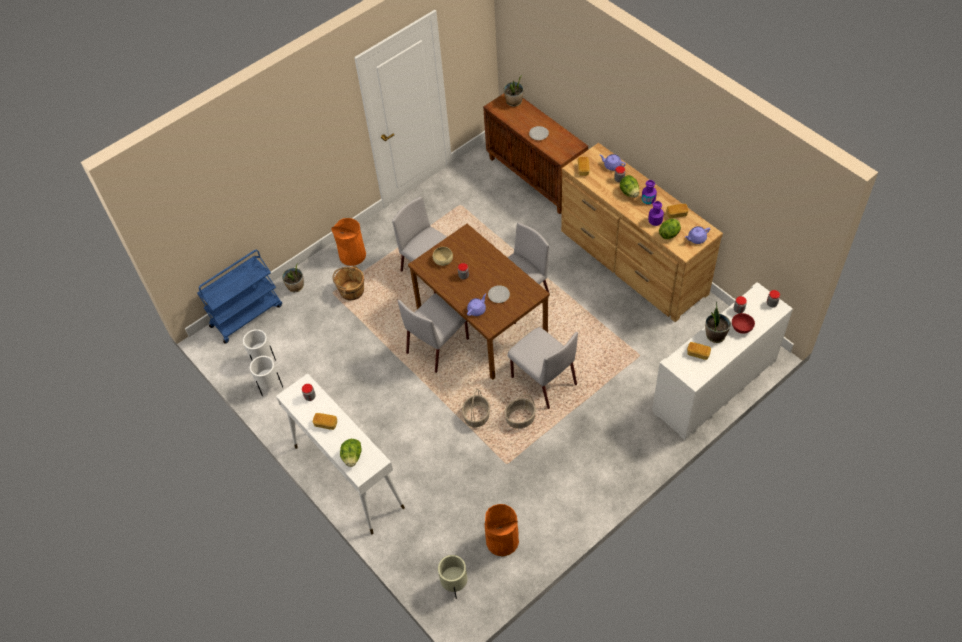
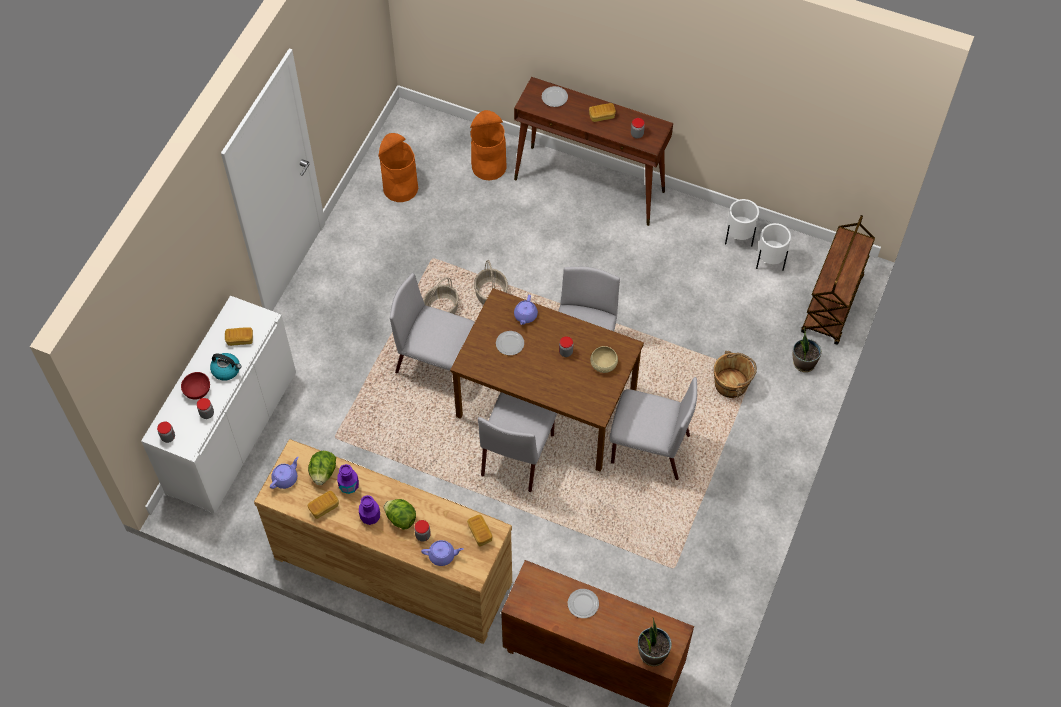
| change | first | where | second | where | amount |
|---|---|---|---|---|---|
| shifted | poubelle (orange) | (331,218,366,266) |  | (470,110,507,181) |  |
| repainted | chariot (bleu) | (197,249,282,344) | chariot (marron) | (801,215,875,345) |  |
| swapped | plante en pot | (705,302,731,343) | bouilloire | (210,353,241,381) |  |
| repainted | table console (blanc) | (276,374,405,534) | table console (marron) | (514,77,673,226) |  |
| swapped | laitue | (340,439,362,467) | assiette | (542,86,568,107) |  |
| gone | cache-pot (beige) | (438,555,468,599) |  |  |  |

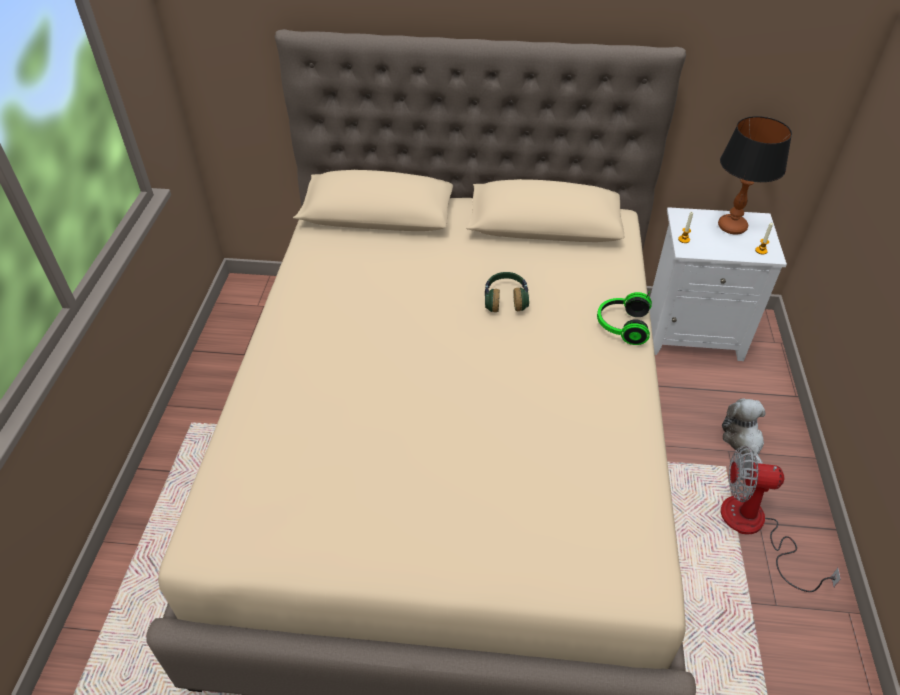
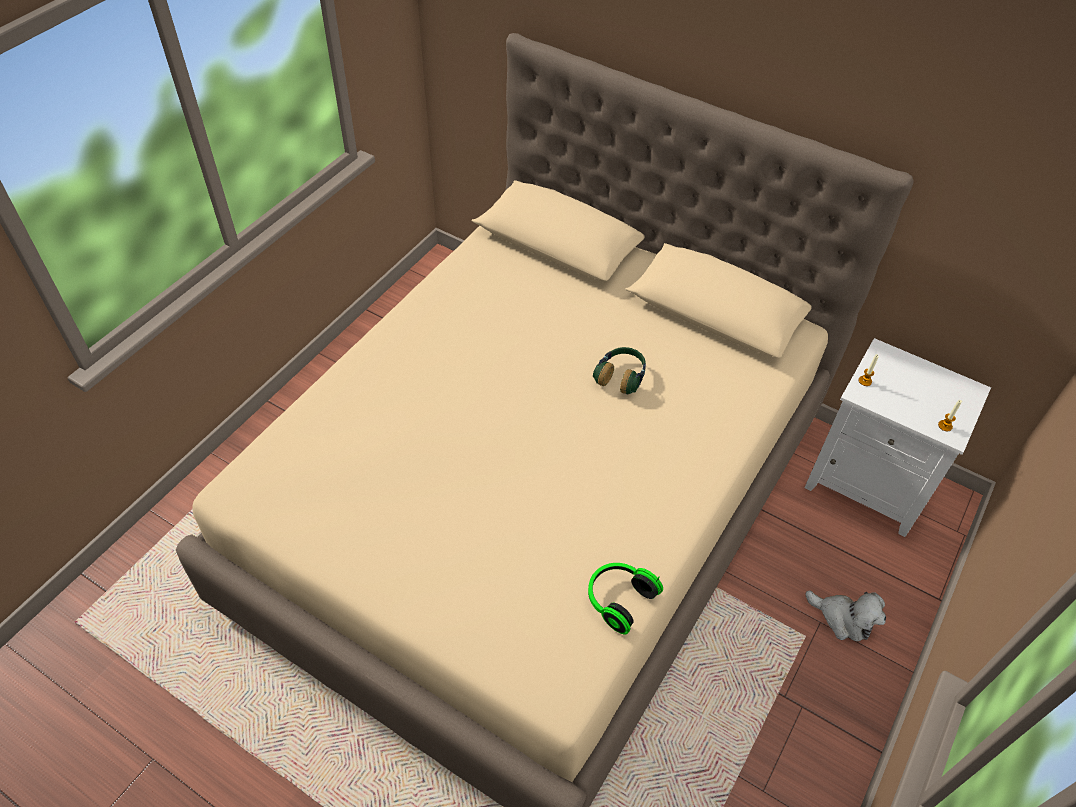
| change | first | where | second | where | amount |
|---|---|---|---|---|---|
| gone | lampe de table | (718,116,792,234) |  |  |  |
| shifted | casque audio | (597,291,652,345) |  | (588,563,663,635) |  |
| rotated | peluche | (722,398,766,464) |  | (806,591,886,642) | 105 degrees clockwise |
| gone | ventilateur | (721,446,841,592) |  |  |  |

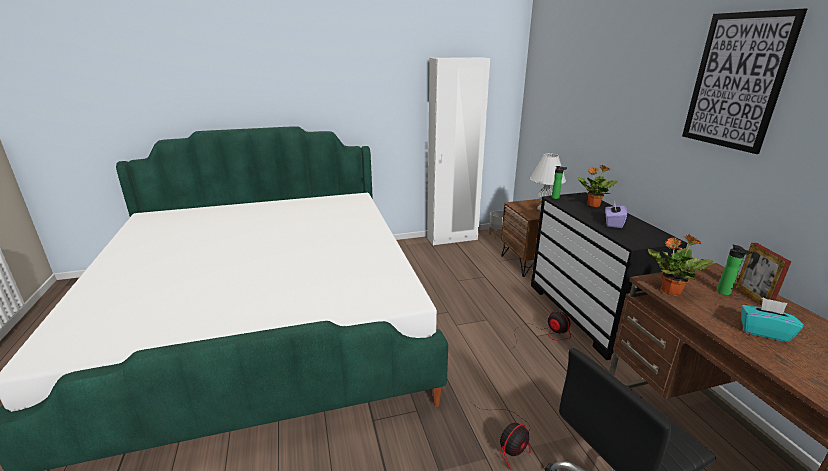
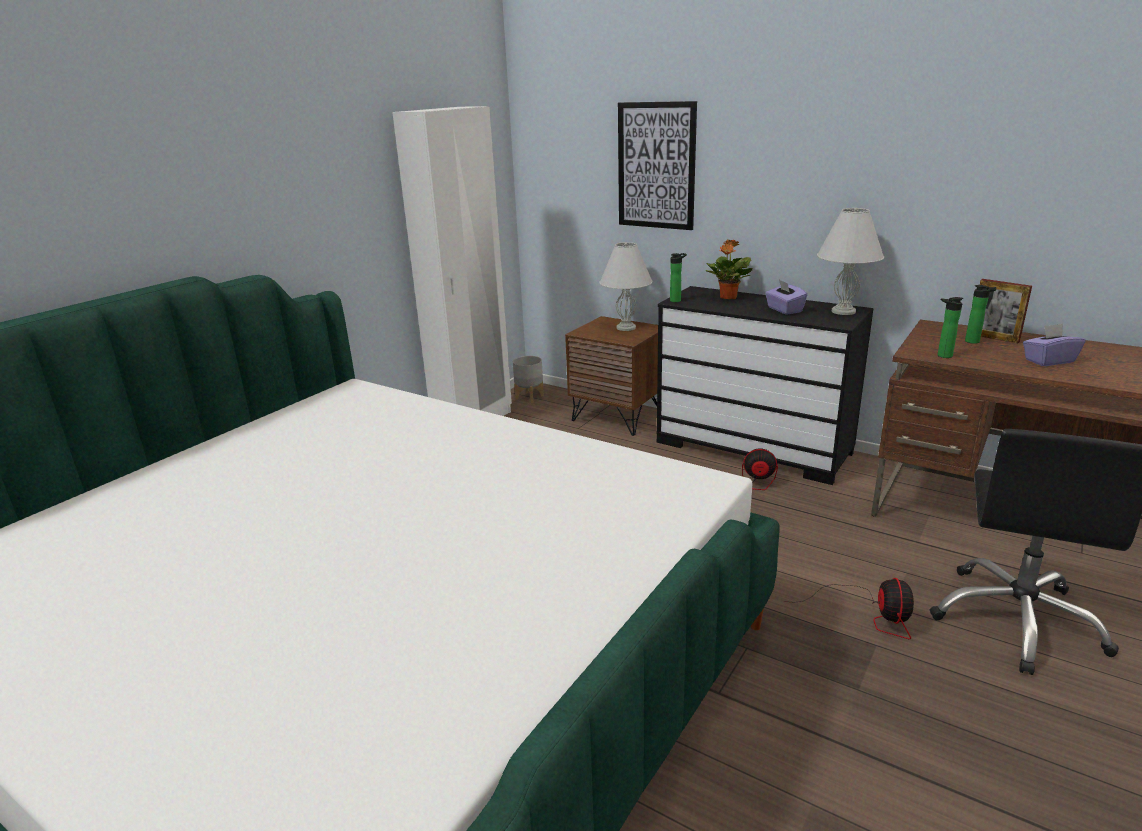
| change | first | where | second | where | amount |
|---|---|---|---|---|---|
| shifted | tableau | (682,9,807,154) |  | (618,101,697,230) |  |
| swapped | plante en pot | (648,234,713,296) | bouteille | (938,297,963,358) |  |
| repainted | boîte à mouchoirs (turquoise) | (741,298,804,342) | boîte à mouchoirs (violet) | (1023,324,1086,366) |  |
| new |  |  | lampe de table (blanc) | (817,208,884,315) |  |

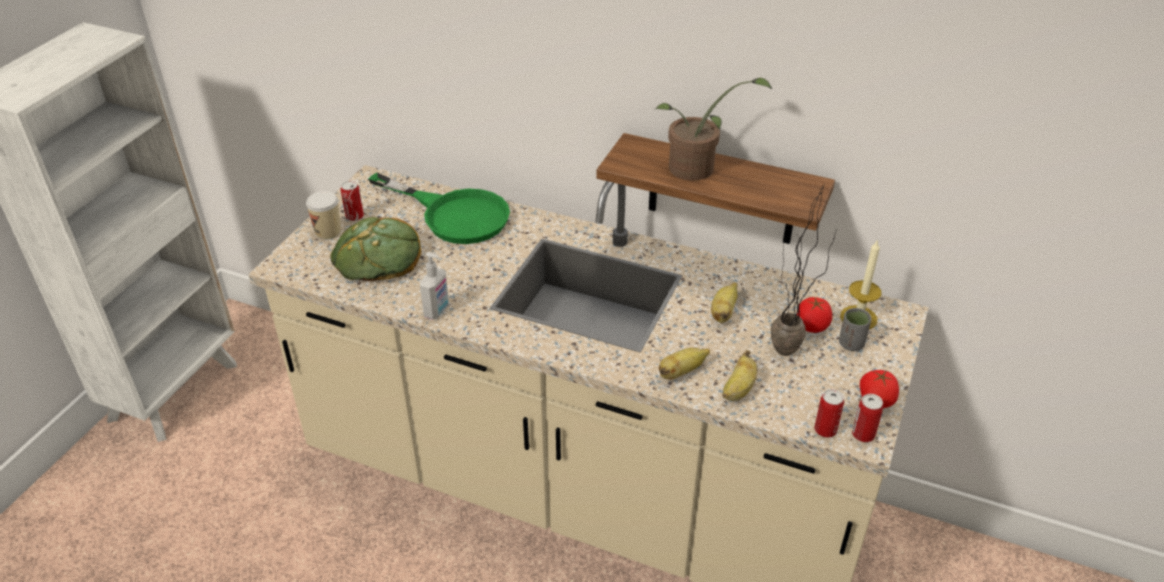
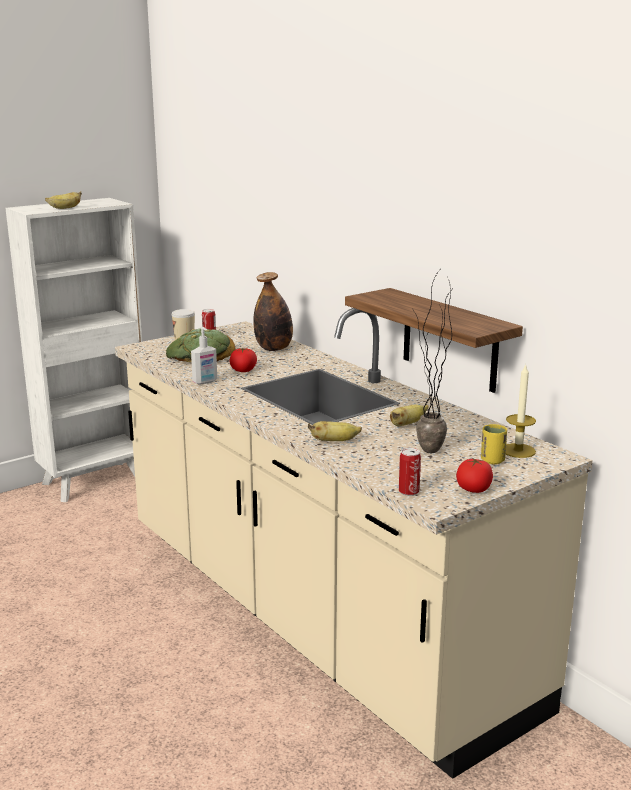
| change | first | where | second | where | amount |
|---|---|---|---|---|---|
| gone | plante en pot | (655,78,772,180) |  |  |  |
| swapped | poêle (vert) | (368,173,510,244) | bouteille | (253,272,293,351) |  |
| shifted | tomate | (797,297,832,333) |  | (230,348,257,372) |  |
| repainted | tasse (gris) | (839,308,871,351) | tasse (jaune) | (481,424,507,464) |  |
| shifted | banane | (722,350,757,401) |  | (45,191,82,209) |  |
| gone | boîte métallique | (852,394,883,442) |  |  |  |

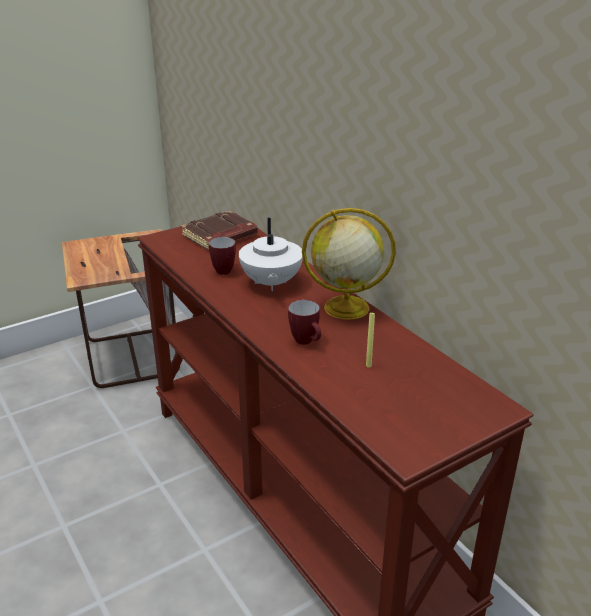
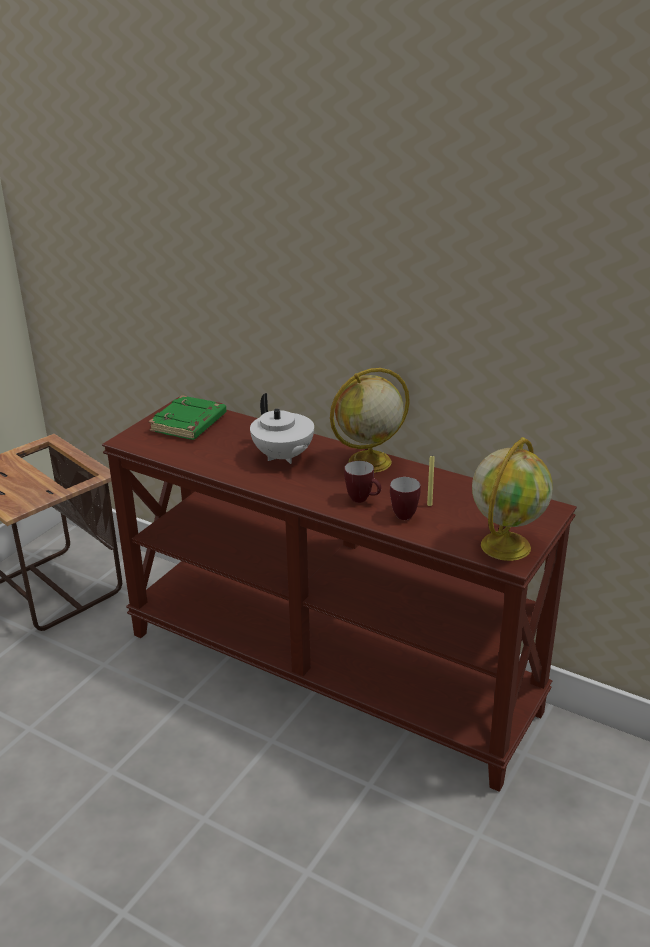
| change | first | where | second | where | amount |
|---|---|---|---|---|---|
| repainted | livre (marron) | (181,211,258,250) | livre (vert) | (148,395,227,440) |  |
| shifted | mug | (209,237,236,275) |  | (390,477,421,520) |  |
| new |  |  | globe | (472,437,553,561) |  |

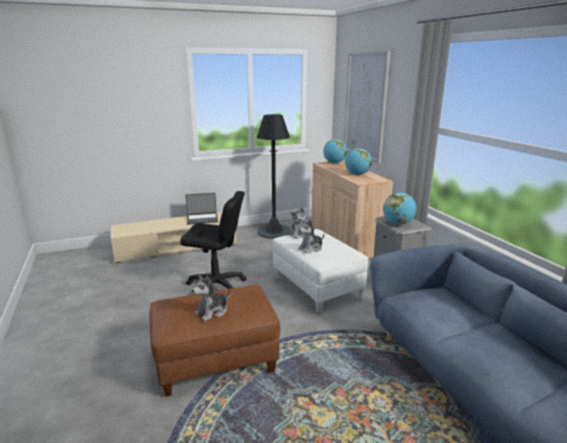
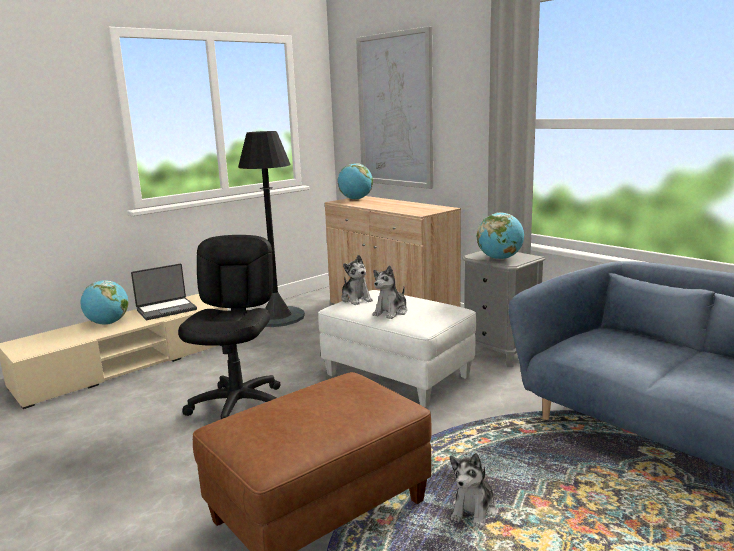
| change | first | where | second | where | amount |
|---|---|---|---|---|---|
| shifted | globe | (345,148,372,175) |  | (80,280,129,325) |  |
| rotated | chaise de bureau (noir) | (180,191,247,289) |  | (178,235,281,419) | 75 degrees counterclockwise |
| shifted | peluche | (192,275,230,321) |  | (450,453,496,528) |  |

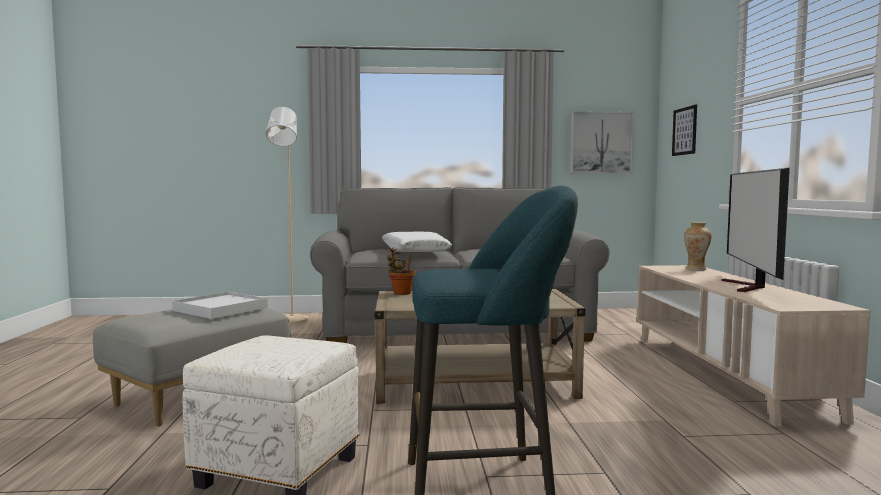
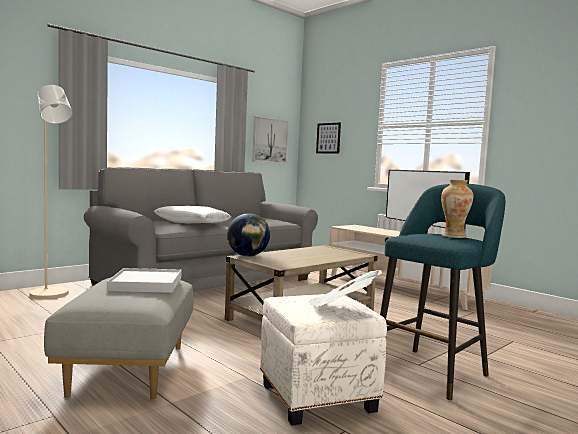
| change | first | where | second | where | amount |
|---|---|---|---|---|---|
| shifted | vase | (684,222,712,270) |  | (441,179,473,238) |  |
| swapped | plante en pot | (386,248,416,295) | globe | (227,213,270,257) |  |
| new |  |  | journal | (309,270,382,308) |  |

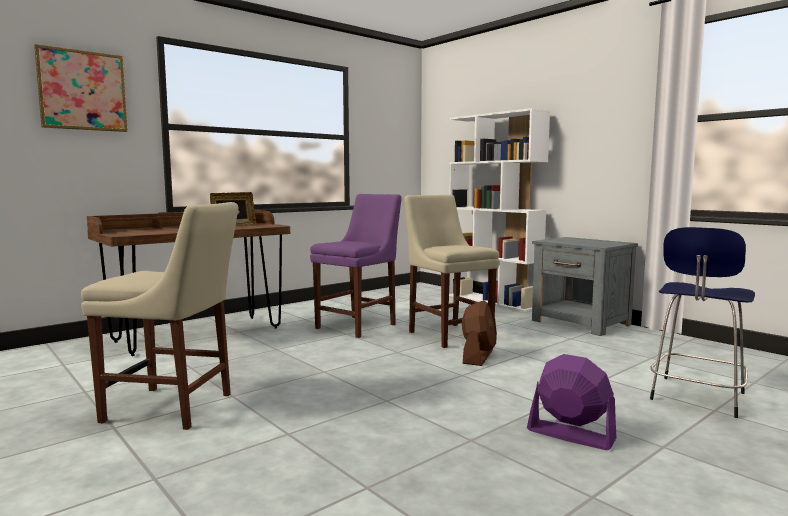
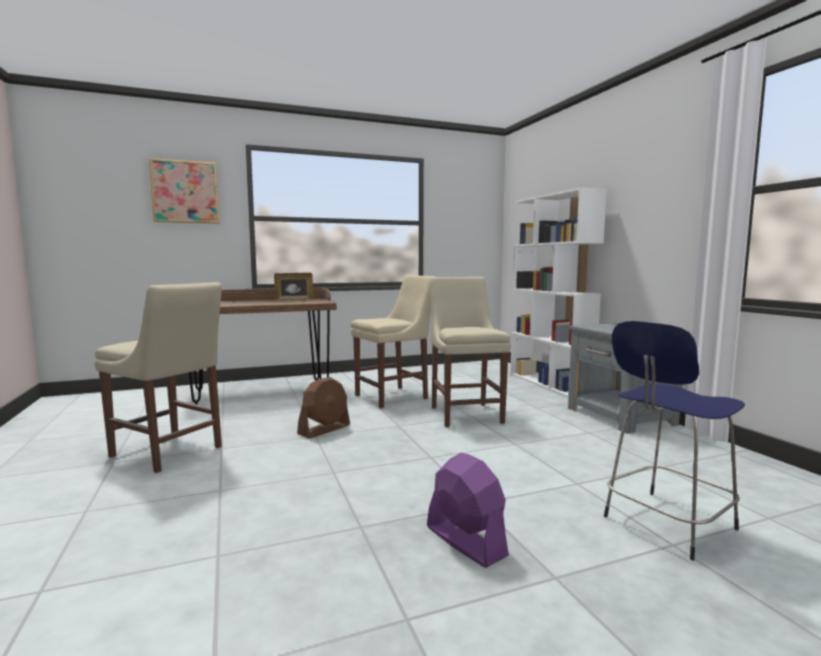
| change | first | where | second | where | amount |
|---|---|---|---|---|---|
| repainted | chaise (violet) | (310,194,402,338) | chaise (beige) | (351,275,435,408) |  |
| shifted | ventilateur (marron) | (462,300,497,366) |  | (297,377,350,438) |  |

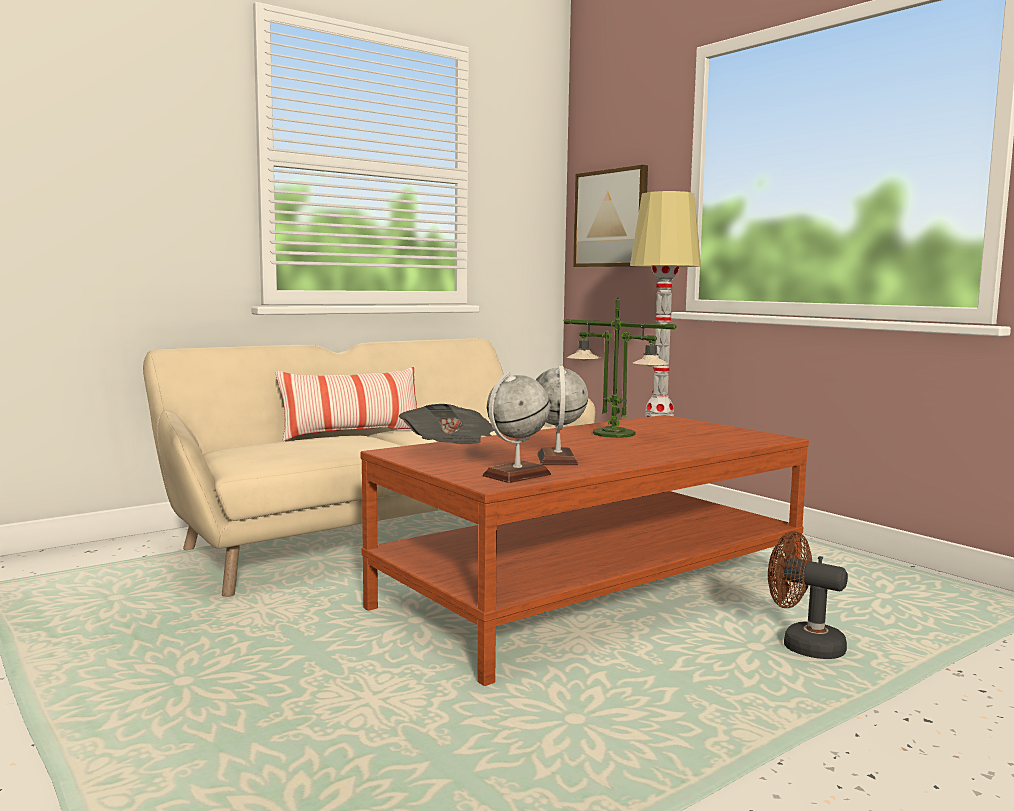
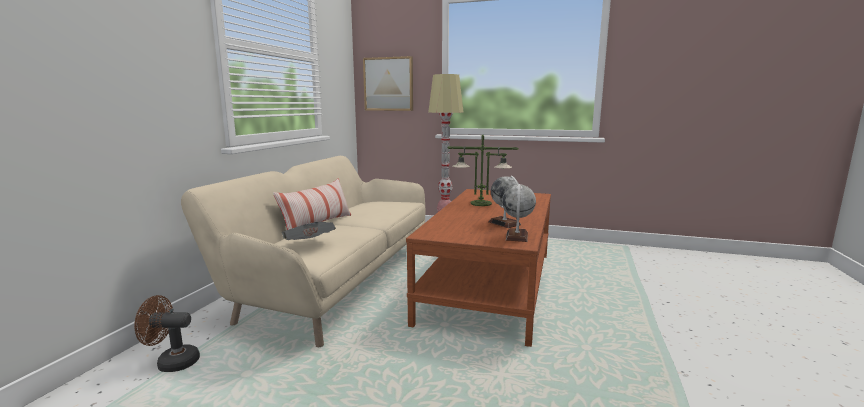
| change | first | where | second | where | amount |
|---|---|---|---|---|---|
| shifted | journal | (399,404,494,444) |  | (281,222,336,240) |  |
| shifted | ventilateur (marron) | (768,531,848,659) |  | (134,295,200,372) |  |

